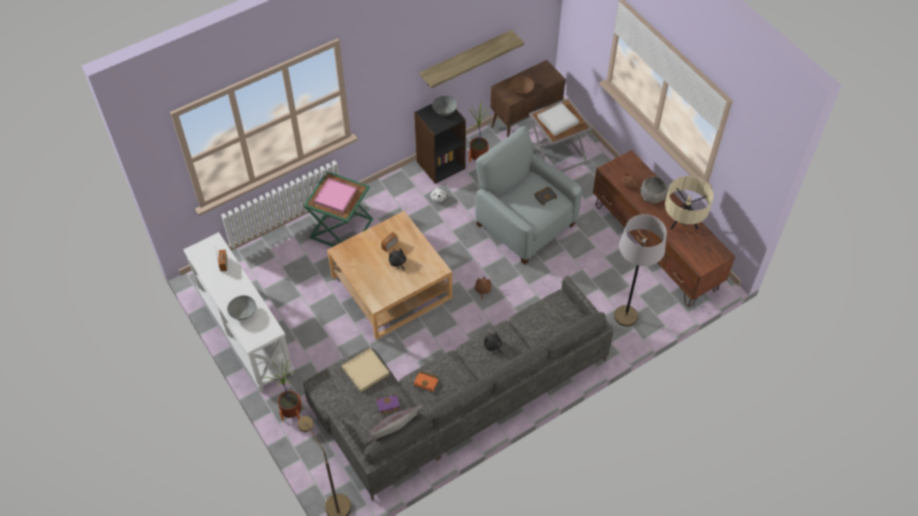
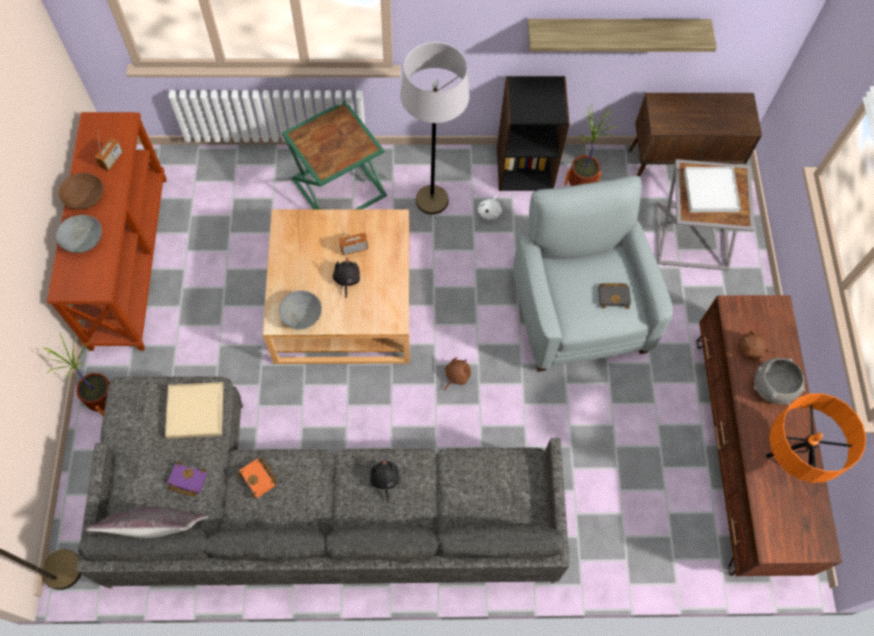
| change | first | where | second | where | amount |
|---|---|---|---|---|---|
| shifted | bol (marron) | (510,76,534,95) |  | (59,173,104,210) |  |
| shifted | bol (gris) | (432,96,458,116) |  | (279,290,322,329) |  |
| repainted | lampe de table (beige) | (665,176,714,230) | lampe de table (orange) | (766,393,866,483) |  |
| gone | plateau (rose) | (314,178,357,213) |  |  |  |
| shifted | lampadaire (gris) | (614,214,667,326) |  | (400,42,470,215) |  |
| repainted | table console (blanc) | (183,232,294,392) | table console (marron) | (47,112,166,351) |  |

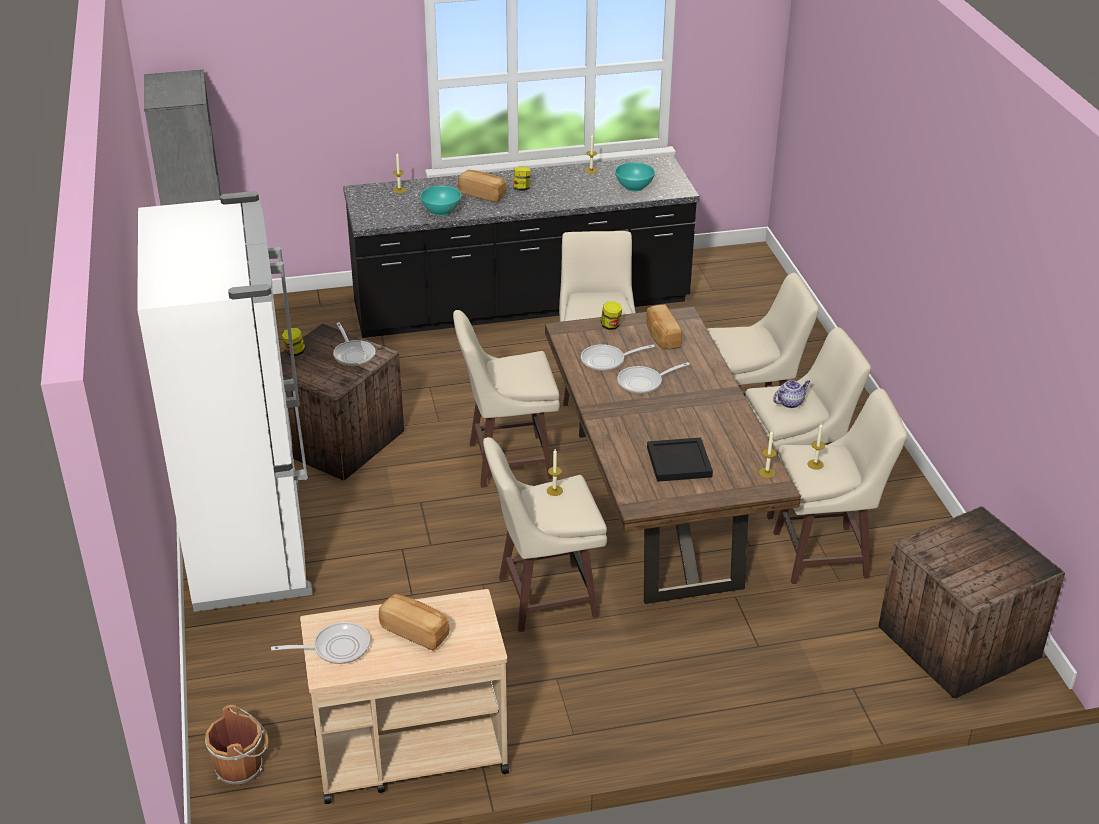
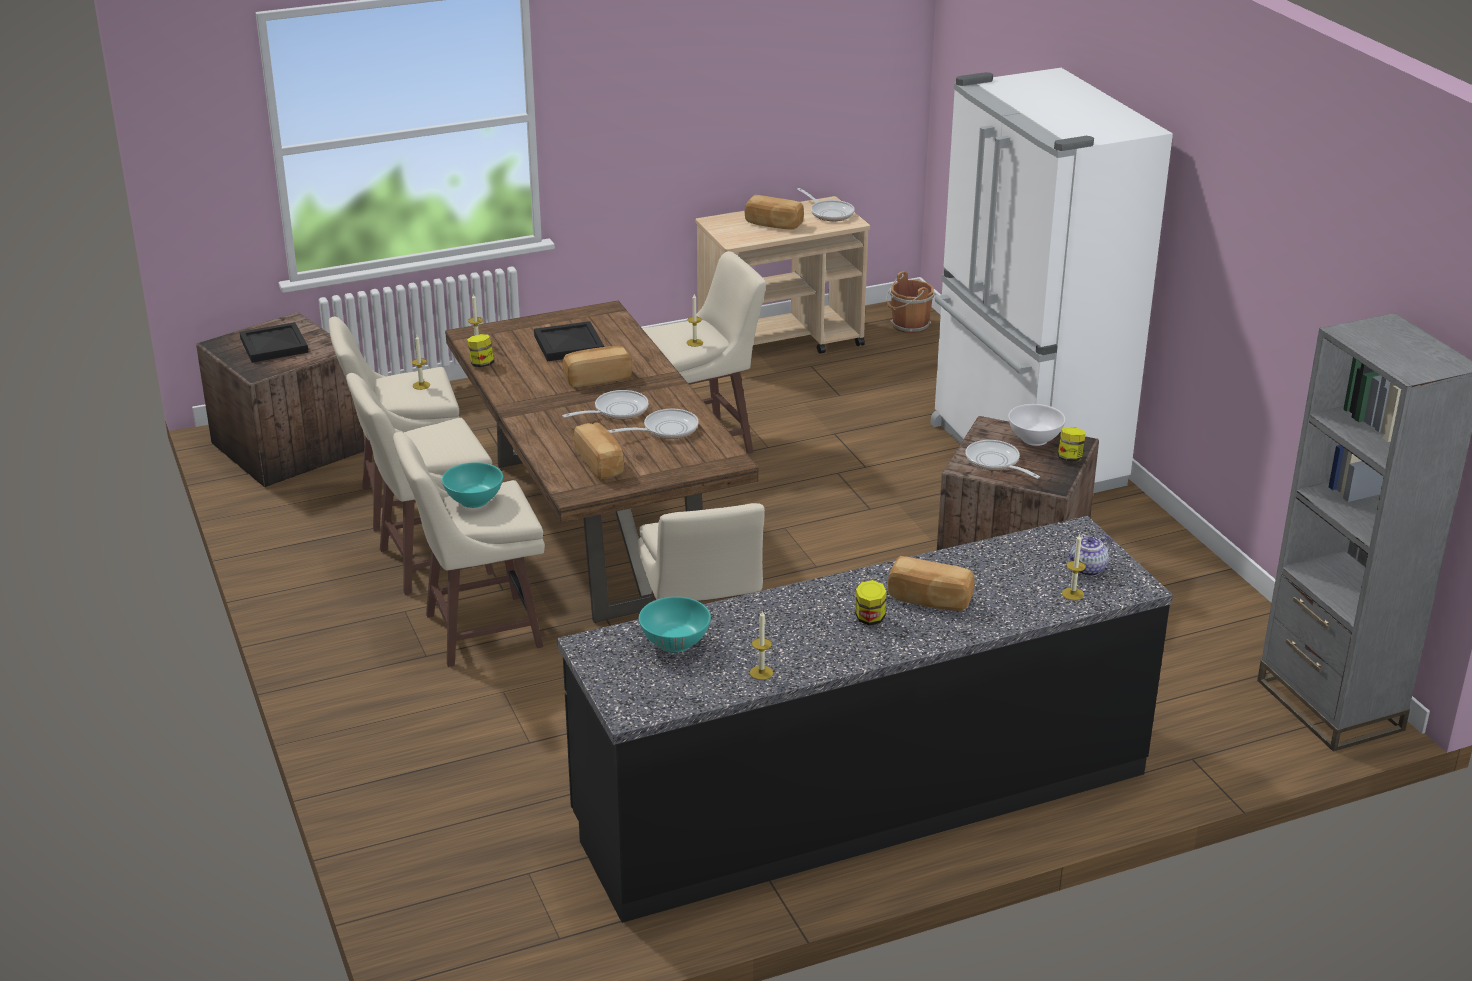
| change | first | where | second | where | amount |
|---|---|---|---|---|---|
| shifted | bol (turquoise) | (420,186,462,216) |  | (442,462,503,508) |  |
| shifted | bocal | (601,301,622,330) |  | (467,334,494,367) |  |
| gone | tabouret (beige) | (453,310,560,488) |  |  |  |
| shifted | théière | (773,380,810,408) |  | (1068,535,1111,576) |  |
| rotated | poêle | (271,622,370,664) |  | (797,188,855,221) | 105 degrees counterclockwise |
| new |  |  | plateau (noir) | (240,322,309,363) |  |
| new |  |  | pain | (563,346,632,387) |  |
| new |  |  | bol (blanc) | (1008,404,1066,446) |  |

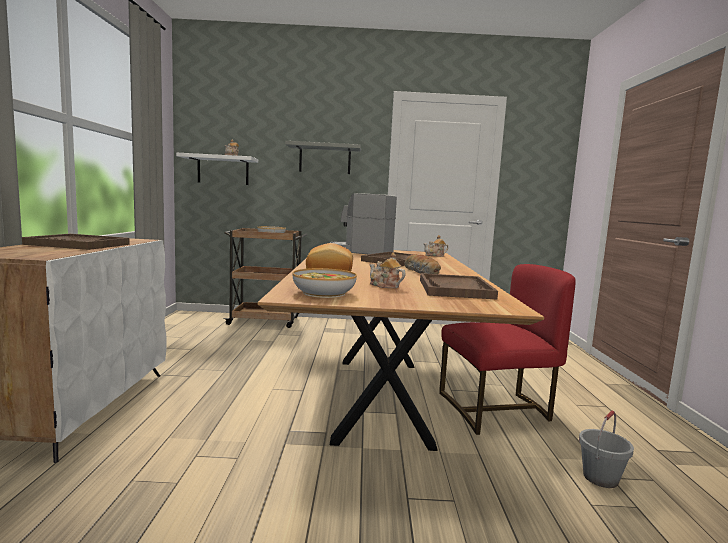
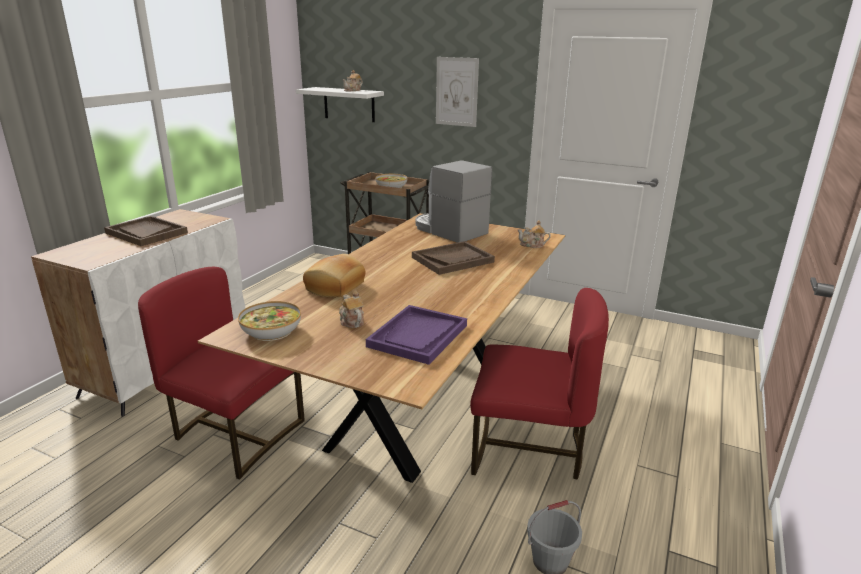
| change | first | where | second | where | amount |
|---|---|---|---|---|---|
| swapped | étagère (gris) | (285,141,361,174) | tableau | (436,57,479,127) |  |
| gone | pain | (404,254,441,274) |  |  |  |
| repainted | plateau (marron) | (420,273,498,299) | plateau (violet) | (366,305,467,365) |  |
| new |  |  | chaise (rouge) | (138,267,305,480) |  |

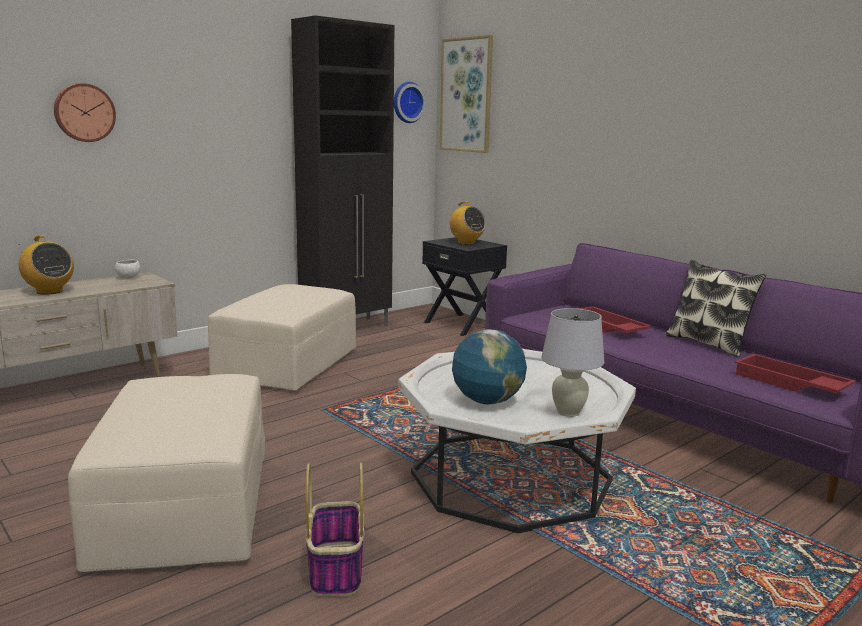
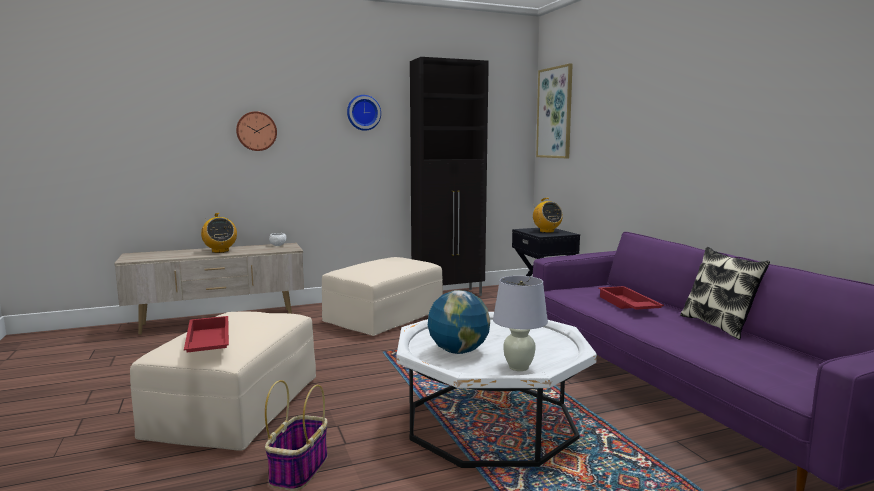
| change | first | where | second | where | amount |
|---|---|---|---|---|---|
| shifted | horloge murale | (394,82,426,123) |  | (347,95,381,131) |  |
| shifted | plateau (rouge) | (734,354,856,393) |  | (184,316,229,352) |  |

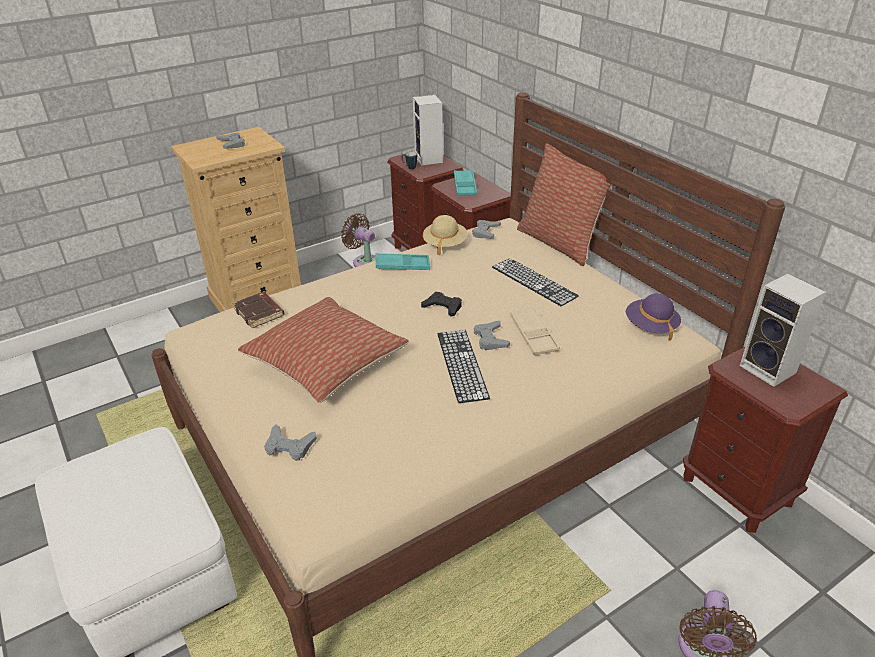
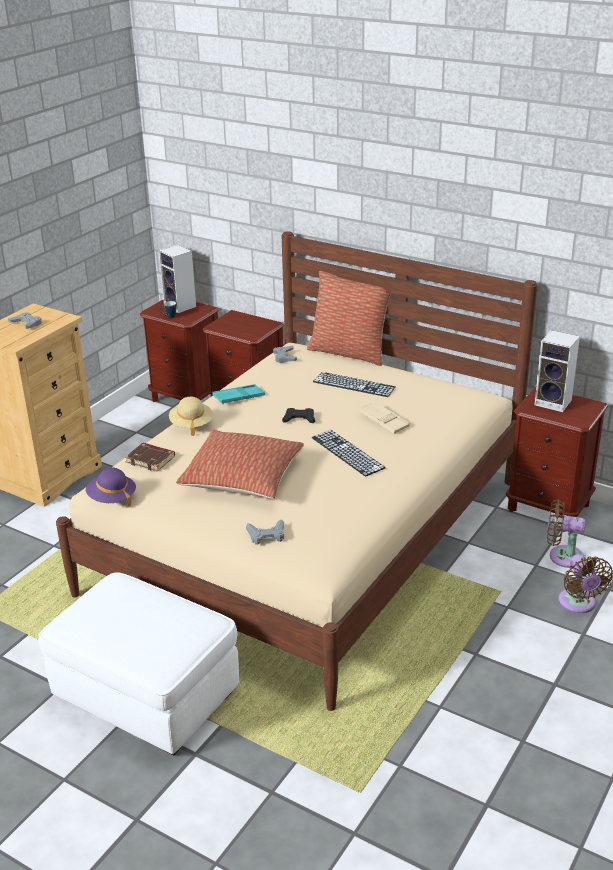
| change | first | where | second | where | amount |
|---|---|---|---|---|---|
| gone | plateau (turquoise) | (454,170,477,196) |  |  |  |
| shifted | ventilateur (marron) | (341,213,376,267) |  | (547,499,586,568) |  |
| shifted | chapeau (beige) | (423,215,467,255) |  | (169,397,213,436) |  |
| shifted | chapeau (violet) | (626,293,681,341) |  | (86,467,136,507) |  |
| gone | manette (gris) | (474,321,510,350) |  |  |  |

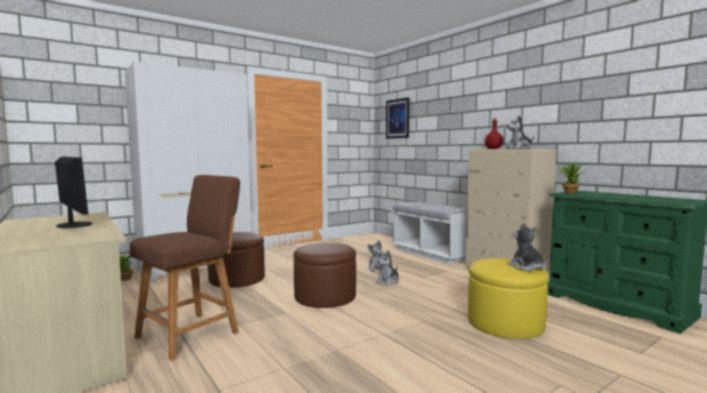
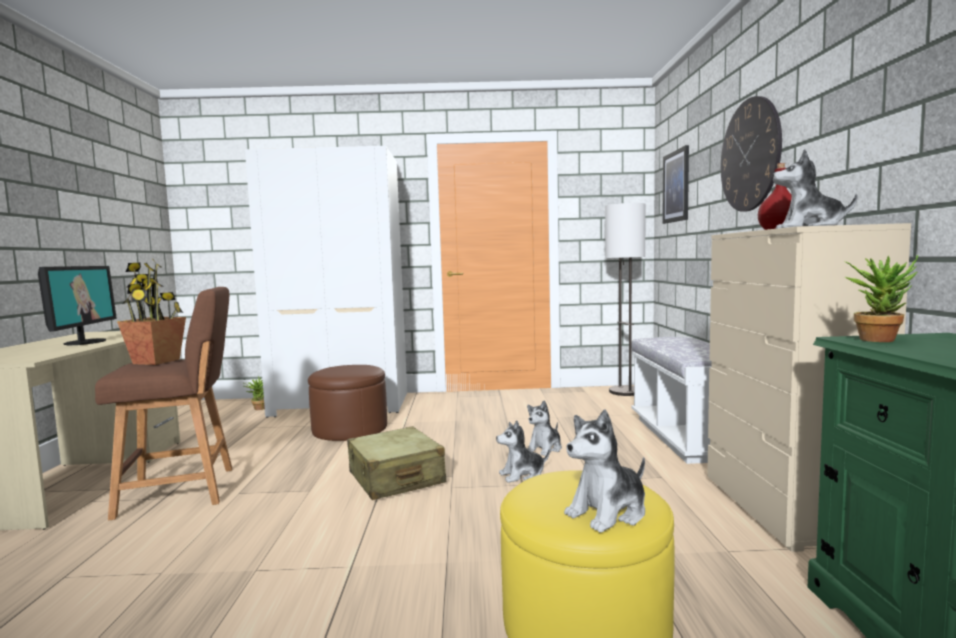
| change | first | where | second | where | amount |
|---|---|---|---|---|---|
| rotated | peluche | (508,222,548,271) |  | (564,409,645,533) | 135 degrees counterclockwise |
| swapped | pouf (marron) | (293,243,356,308) | valise (beige) | (347,426,446,500) |  |
| new |  |  | horloge murale | (721,96,782,212) |  |
| new |  |  | lampadaire | (605,203,646,396) |  |
| new |  |  | plante en pot | (117,260,186,365) |  |

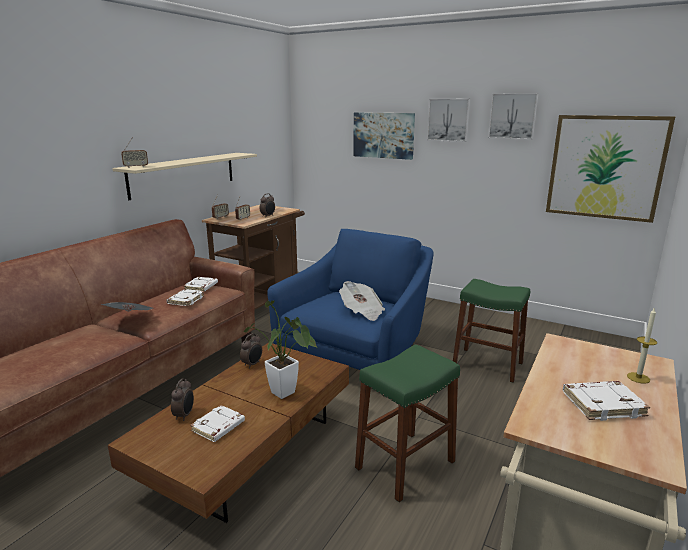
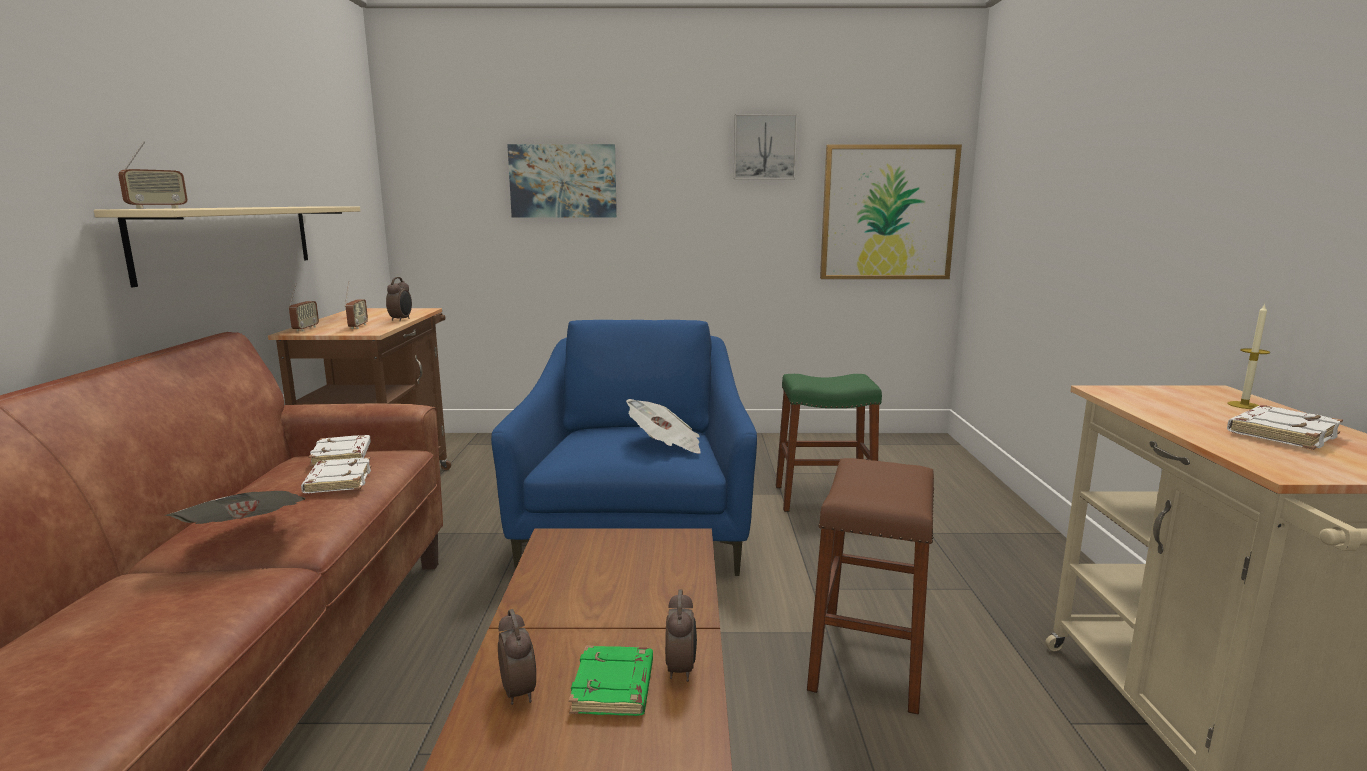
| change | first | where | second | where | amount |
|---|---|---|---|---|---|
| gone | tableau | (427,99,470,142) |  |  |  |
| gone | plante en pot | (244,301,317,399) |  |  |  |
| shifted | réveil | (240,333,262,369) |  | (665,589,697,682) |  |
| repainted | tabouret (vert) | (355,345,460,502) | tabouret (marron) | (807,458,934,715) |  |
| repainted | livre (blanc) | (190,405,245,442) | livre (vert) | (569,645,653,716) |  |

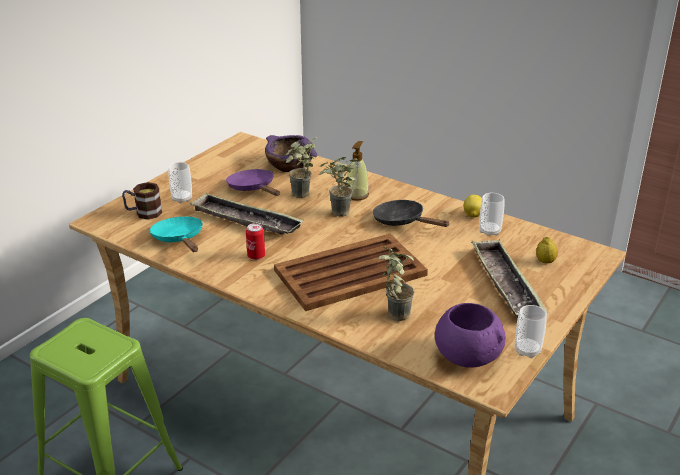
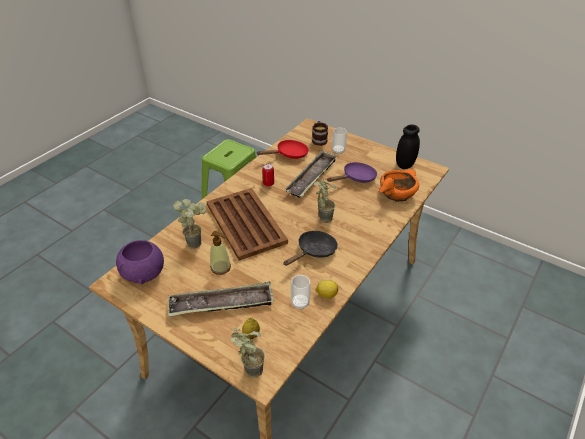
| change | first | where | second | where | amount |
|---|---|---|---|---|---|
| repainted | bol (violet) | (265,135,317,172) | bol (orange) | (379,169,419,202) |  |
| shifted | plante en pot | (286,136,317,198) |  | (230,328,265,378) |  |
| shifted | distributeur de savon | (346,141,369,201) |  | (210,231,231,275) |  |
| repainted | poêle (turquoise) | (150,216,203,252) | poêle (rouge) | (256,140,309,159) |  |
| gone | tasse | (515,305,547,358) |  |  |  |
| new |  |  | bocal (noir) | (396,124,420,169) |  |

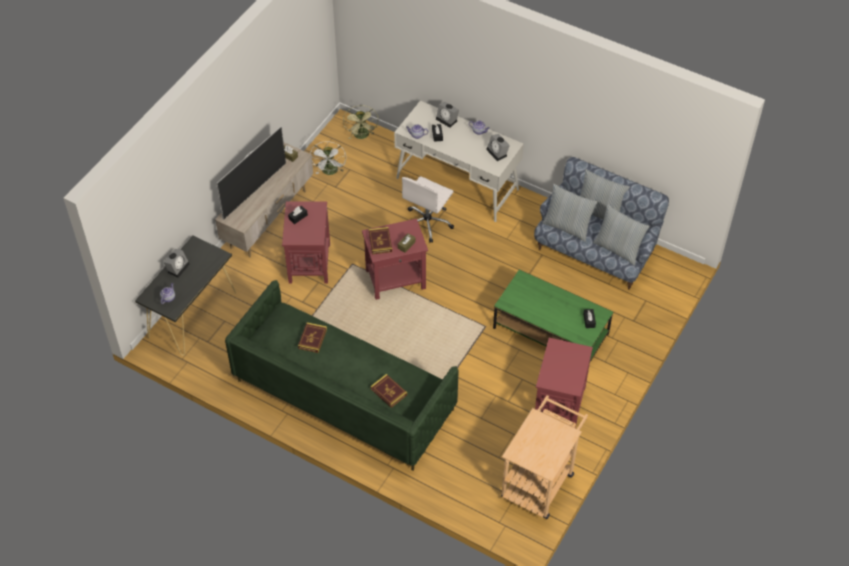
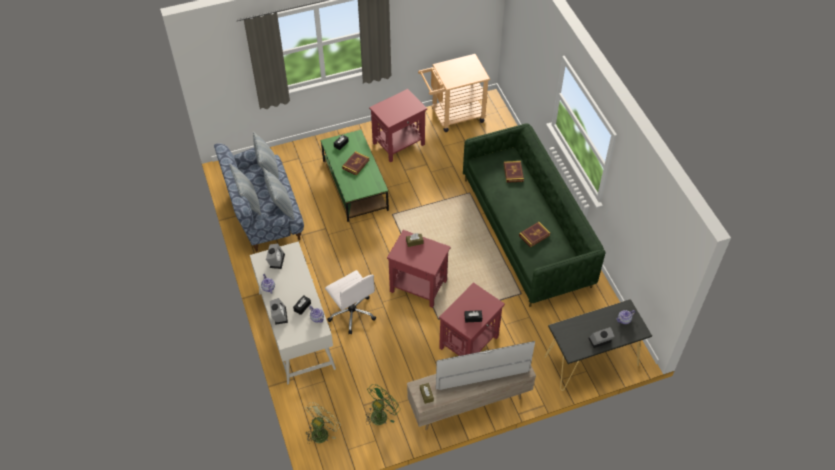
| change | first | where | second | where | amount |
|---|---|---|---|---|---|
| repainted | ventilateur (blanc) | (310,141,346,175) | ventilateur (vert) | (365,384,400,425) |  |
| rotated | chaise de bureau (blanc) | (402,176,454,243) |  | (325,270,376,334) | 75 degrees clockwise |
| shifted | livre | (368,227,392,254) |  | (342,151,369,176) |  |

